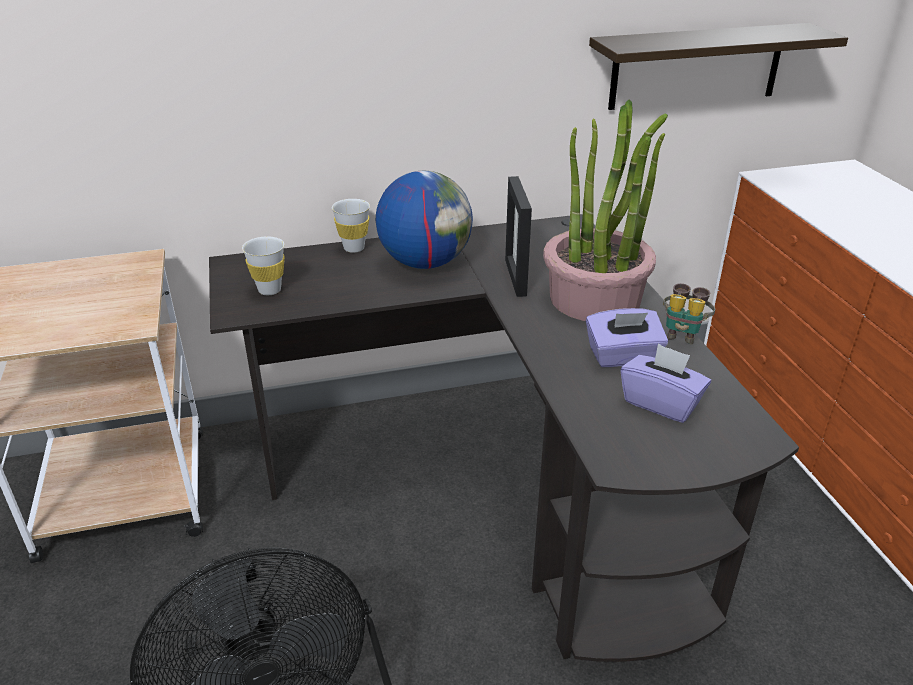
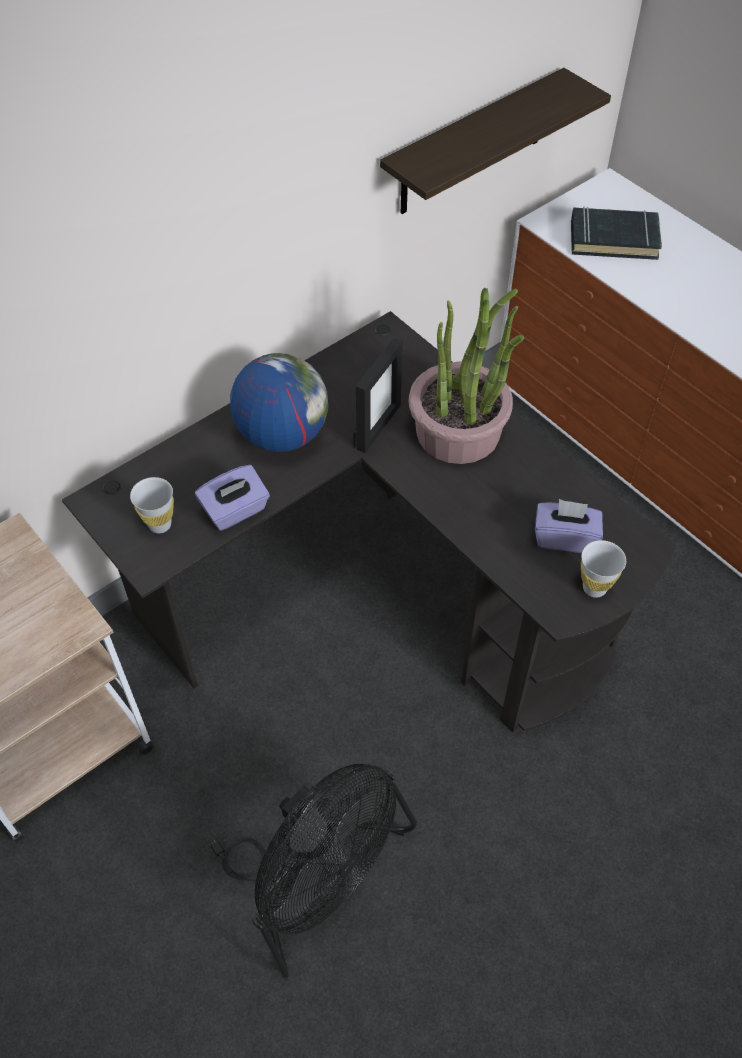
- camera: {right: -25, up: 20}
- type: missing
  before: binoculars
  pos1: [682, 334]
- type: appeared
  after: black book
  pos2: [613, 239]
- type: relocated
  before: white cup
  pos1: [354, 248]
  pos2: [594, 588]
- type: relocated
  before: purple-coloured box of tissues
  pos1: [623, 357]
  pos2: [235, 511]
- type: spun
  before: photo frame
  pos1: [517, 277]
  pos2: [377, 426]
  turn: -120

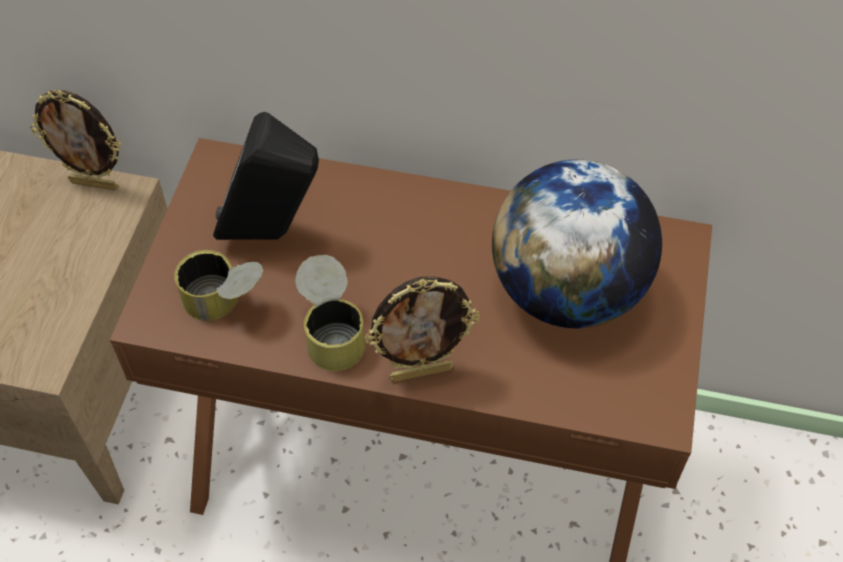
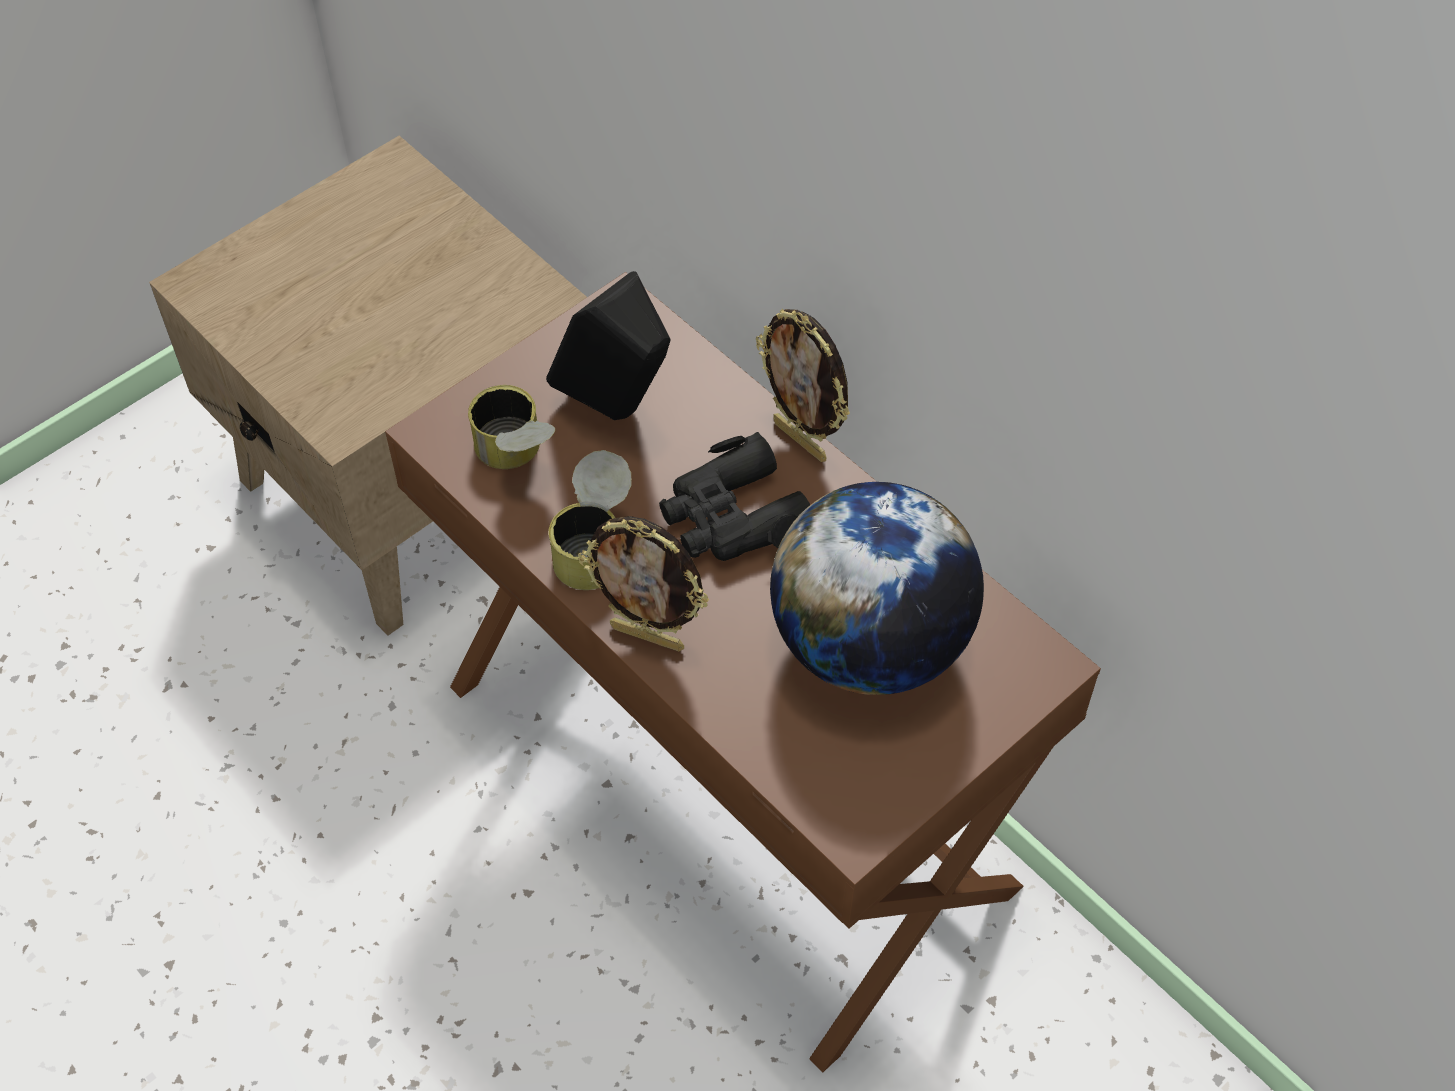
- camera: {right: 35, up: 0}
- type: appeared
  after: black binoculars
  pos2: [733, 516]
- type: relocated
  before: photo frame
  pos1: [95, 184]
  pos2: [802, 440]

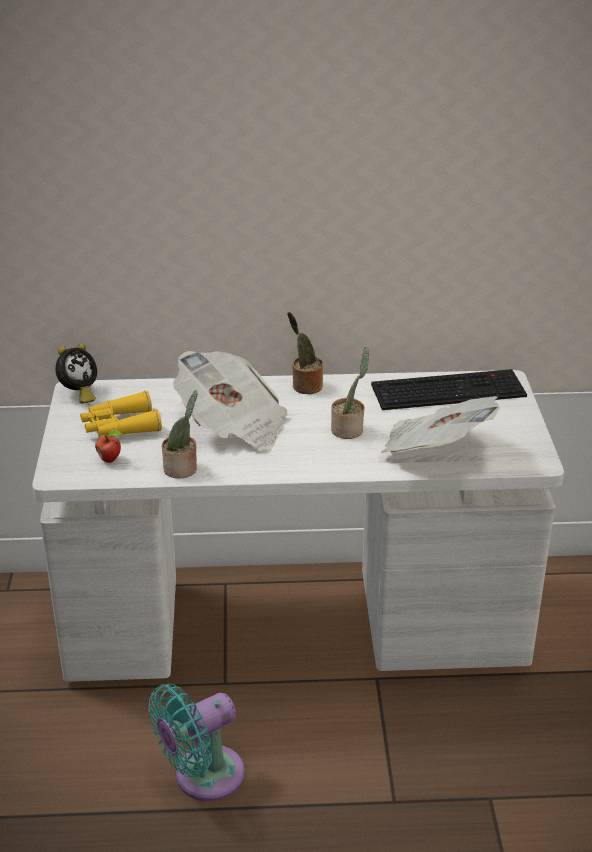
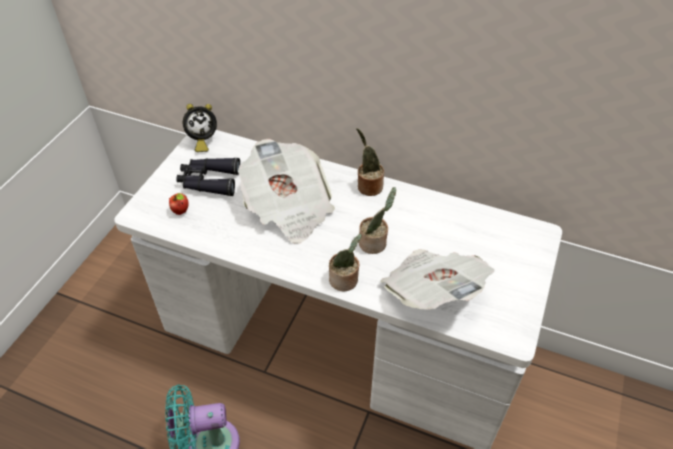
- camera: {right: 25, up: 15}
- type: missing
  before: PC keyboard
  pos1: [449, 389]
- type: relocated
  before: houseplant
  pos1: [182, 469]
  pos2: [345, 281]
- type: colour
  before: yellow binoculars
  after: black binoculars
  pos1: [120, 426]
  pos2: [209, 181]

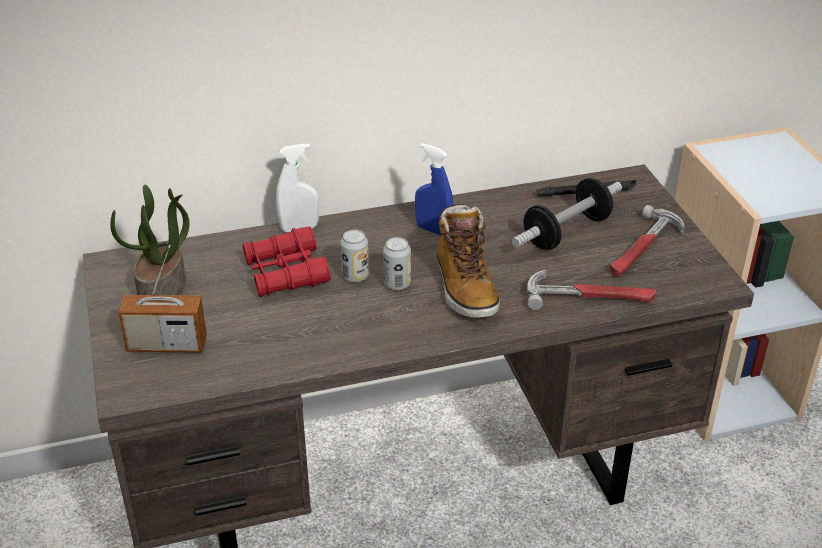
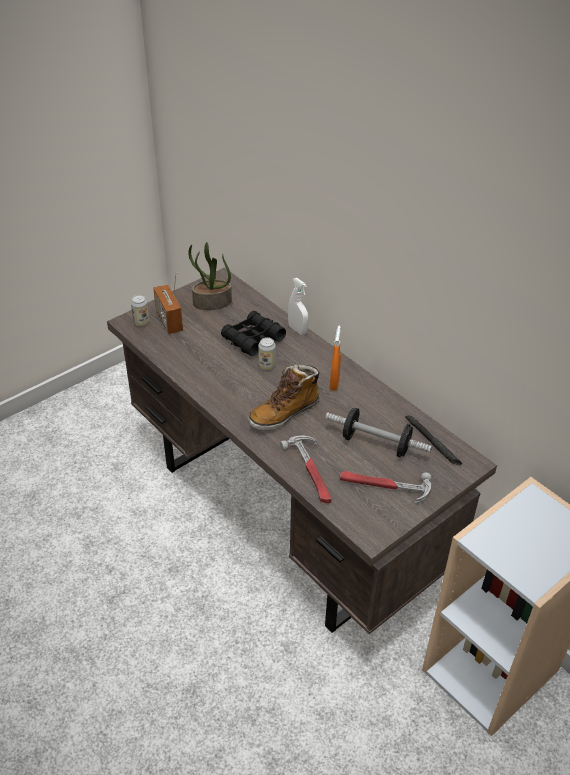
- camera: {right: 65, up: 5}
- type: relocated
  before: sealed can
  pos1: [397, 284]
  pos2: [141, 322]
- type: colour
  before: red-coloured binoculars
  after: black binoculars
  pos1: [285, 272]
  pos2: [253, 339]
- type: colour
  before: blue-coloured spray bottle
  after: orangey spray bottle
  pos1: [433, 230]
  pos2: [334, 383]

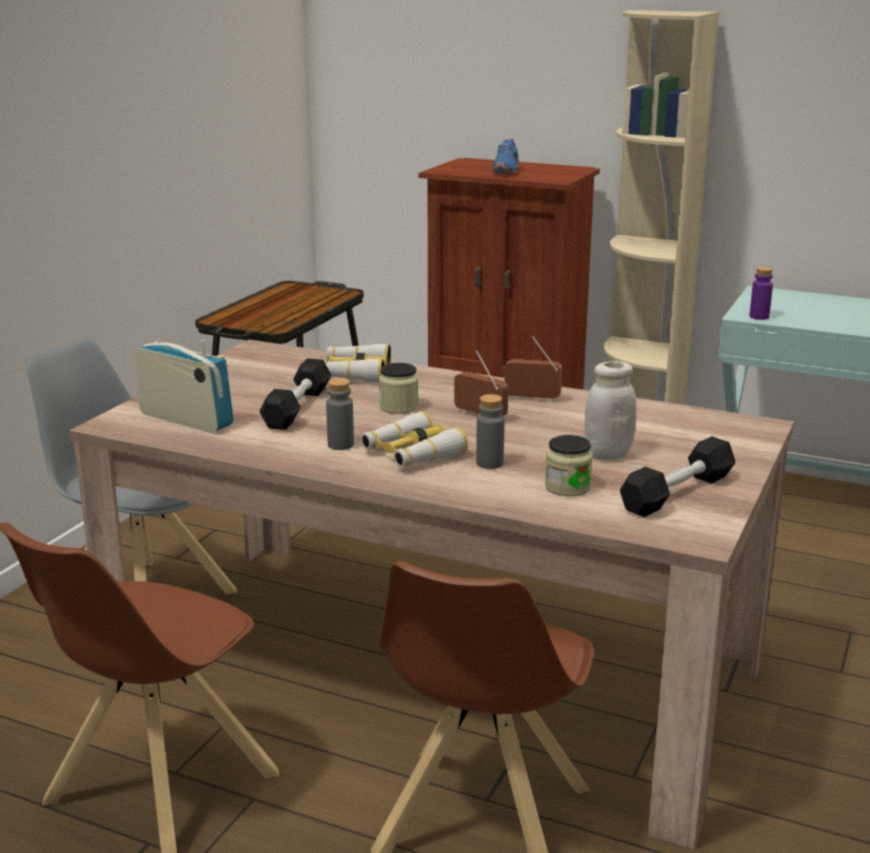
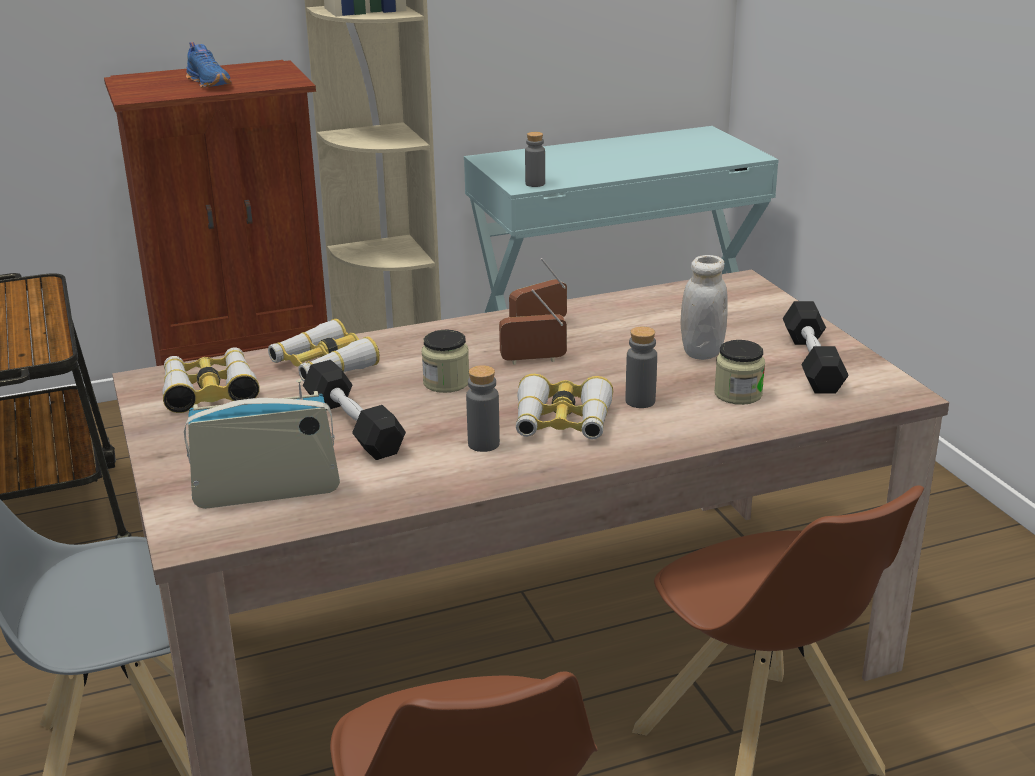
- camera: {right: -45, up: 5}
- type: appeared
  after: binoculars
  pos2: [209, 390]
- type: colour
  before: purple-coloured bottle
  after: grey bottle
  pos1: [759, 317]
  pos2: [535, 184]

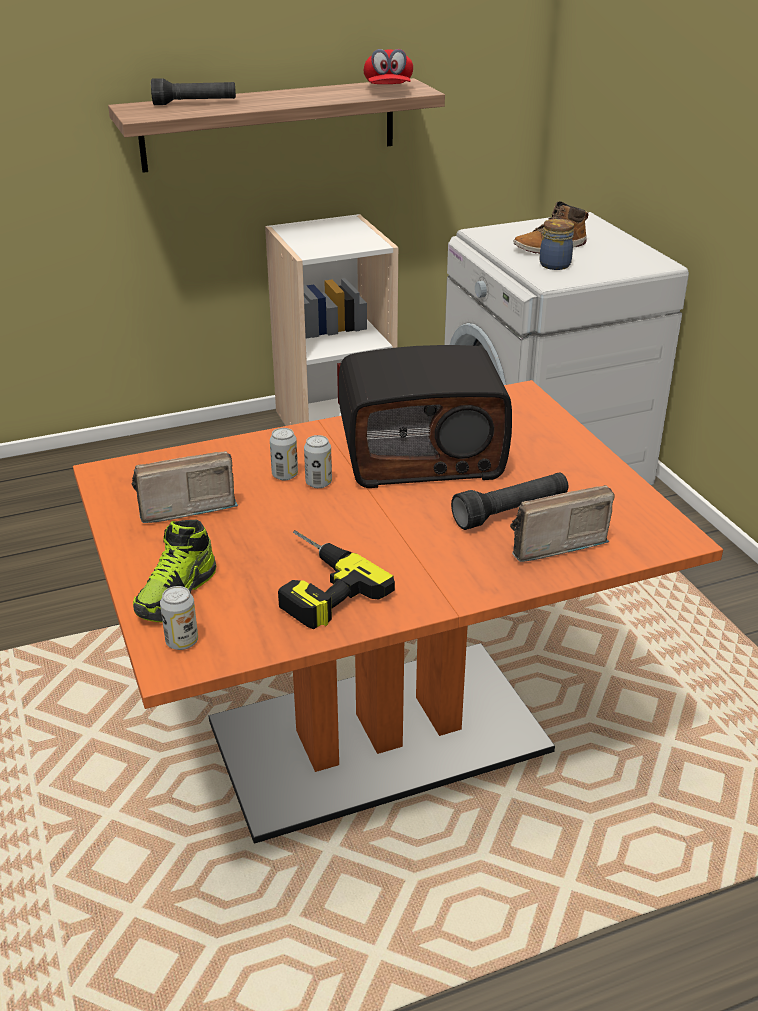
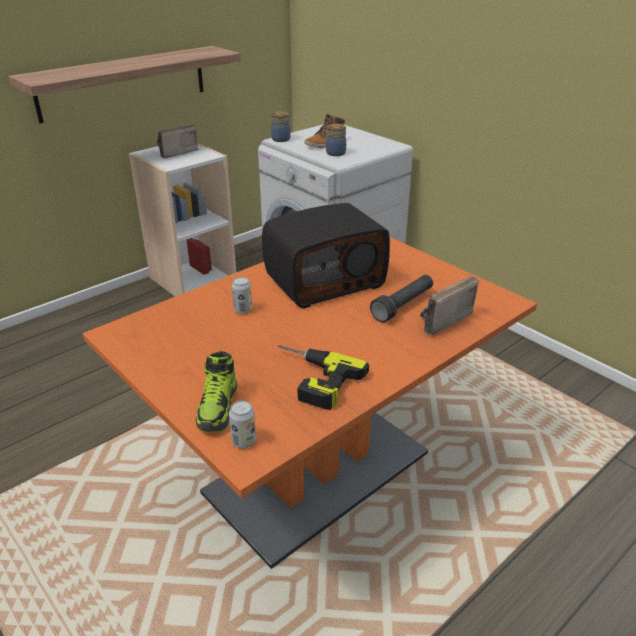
- camera: {right: -20, up: 0}
- type: missing
  before: black flashlight
  pos1: [195, 104]
- type: missing
  before: sealed can
  pos1: [318, 483]
- type: missing
  before: red-coloured cap
  pos1: [388, 90]
- type: appeared
  after: storage jar
  pos2: [281, 139]
- type: relocated
  before: radio set
  pos1: [183, 506]
  pos2: [175, 153]

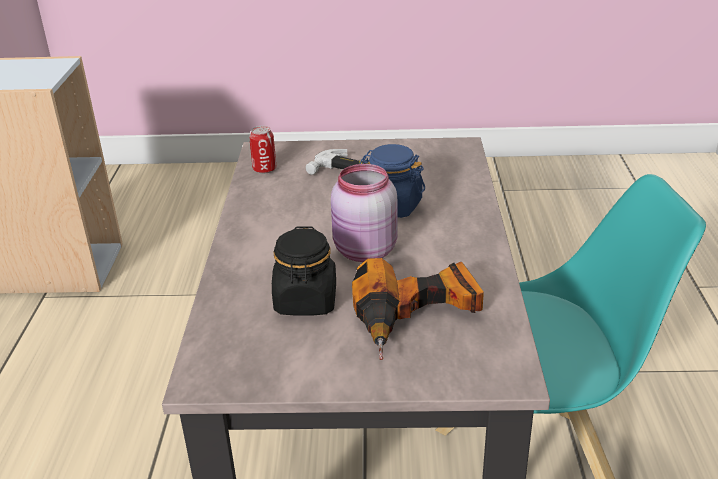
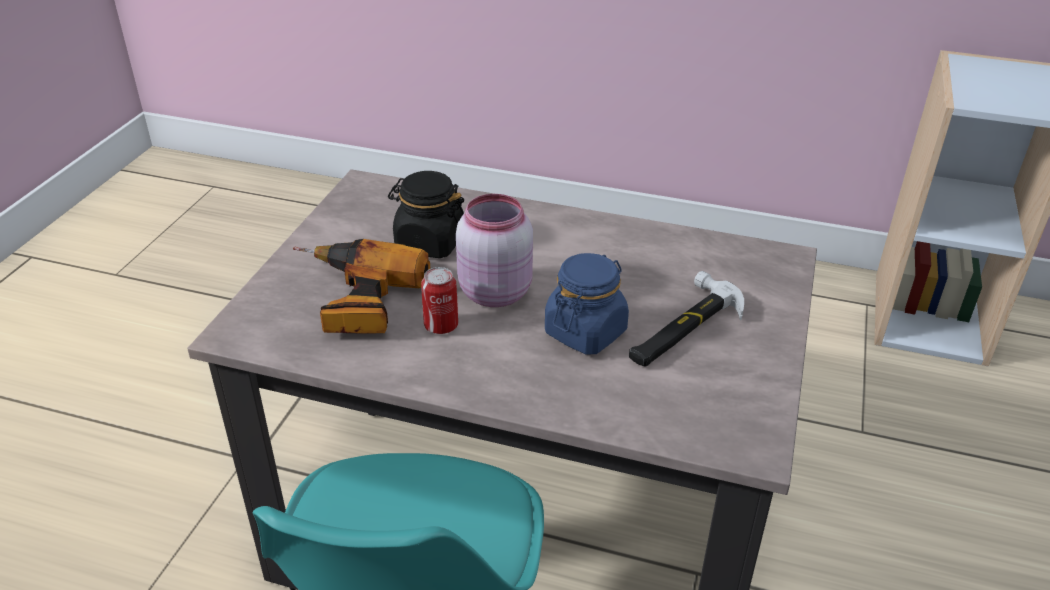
- camera: {right: 105, up: 5}
- type: relocated
  before: sealed can
  pos1: [264, 169]
  pos2: [441, 326]

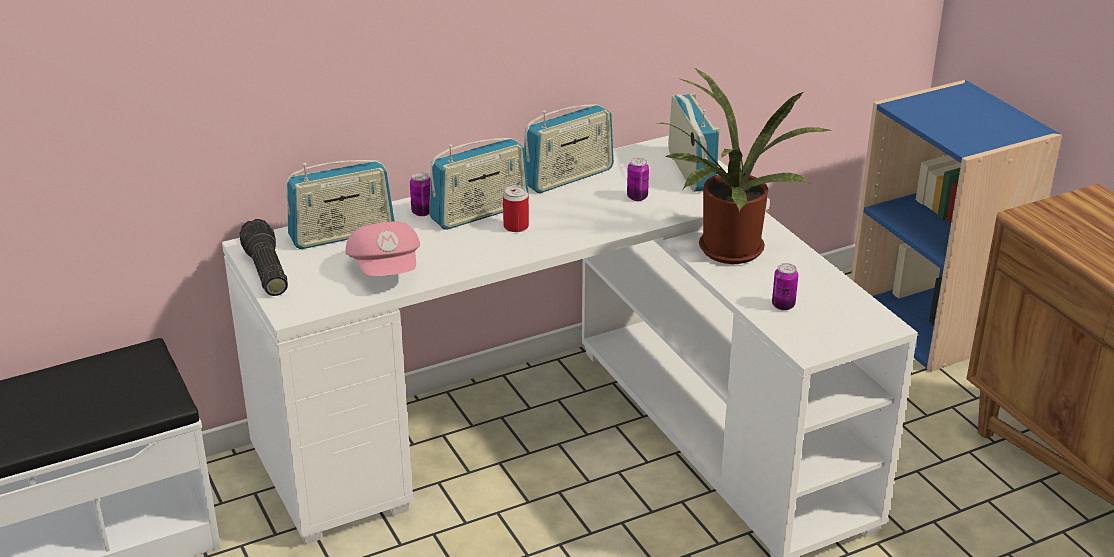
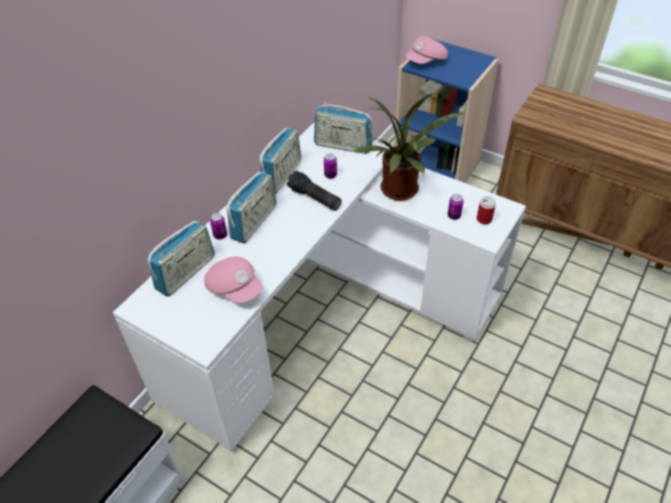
- camera: {right: -30, up: 15}
- type: appeared
  after: pink-coloured cap
  pos2: [426, 61]
- type: relocated
  before: flashlight
  pos1: [264, 271]
  pos2: [313, 198]
- type: relocated
  before: sealed can
  pos1: [516, 227]
  pos2: [484, 219]
- type: spun
  before: radio set
  pos1: [691, 170]
  pos2: [343, 145]
  turn: 150

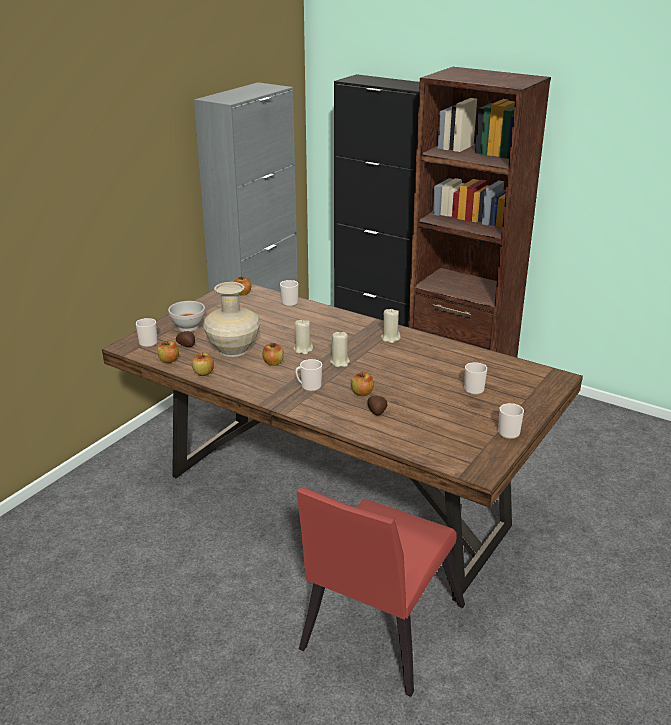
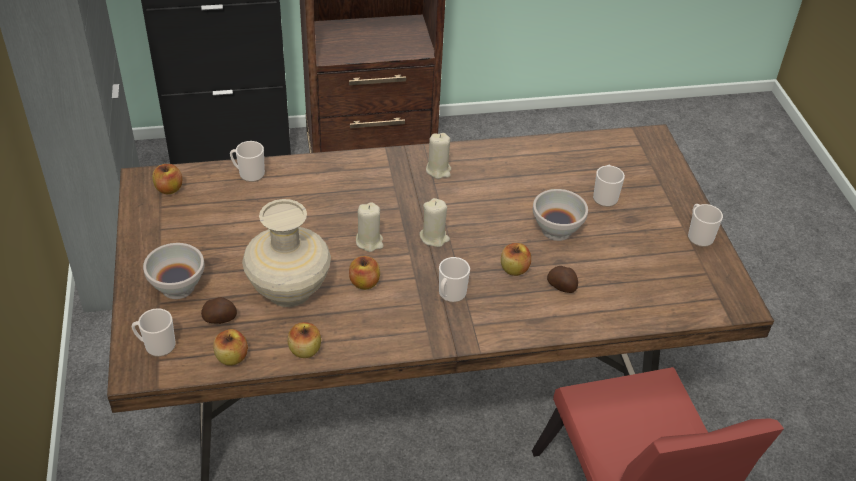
- camera: {right: -45, up: 15}
- type: appeared
  after: white deep dish
  pos2: [557, 230]

